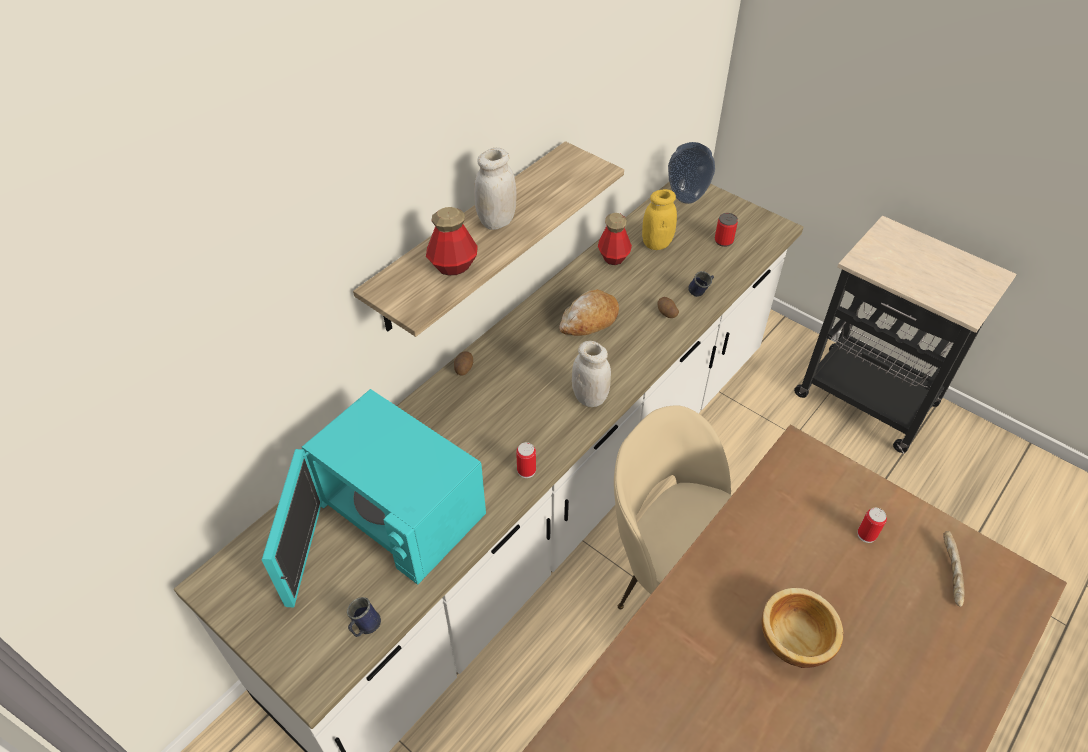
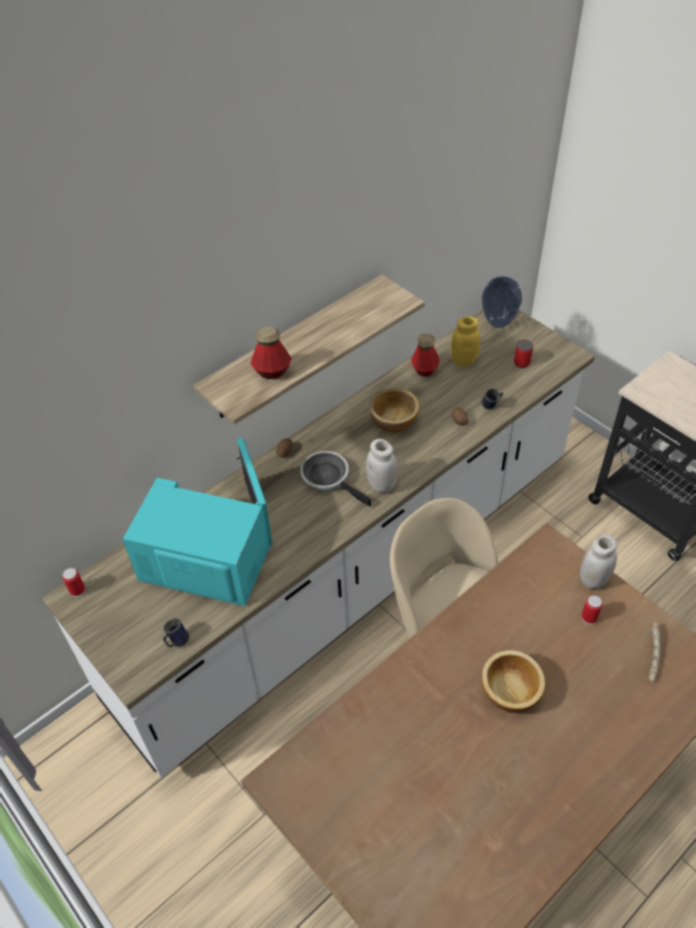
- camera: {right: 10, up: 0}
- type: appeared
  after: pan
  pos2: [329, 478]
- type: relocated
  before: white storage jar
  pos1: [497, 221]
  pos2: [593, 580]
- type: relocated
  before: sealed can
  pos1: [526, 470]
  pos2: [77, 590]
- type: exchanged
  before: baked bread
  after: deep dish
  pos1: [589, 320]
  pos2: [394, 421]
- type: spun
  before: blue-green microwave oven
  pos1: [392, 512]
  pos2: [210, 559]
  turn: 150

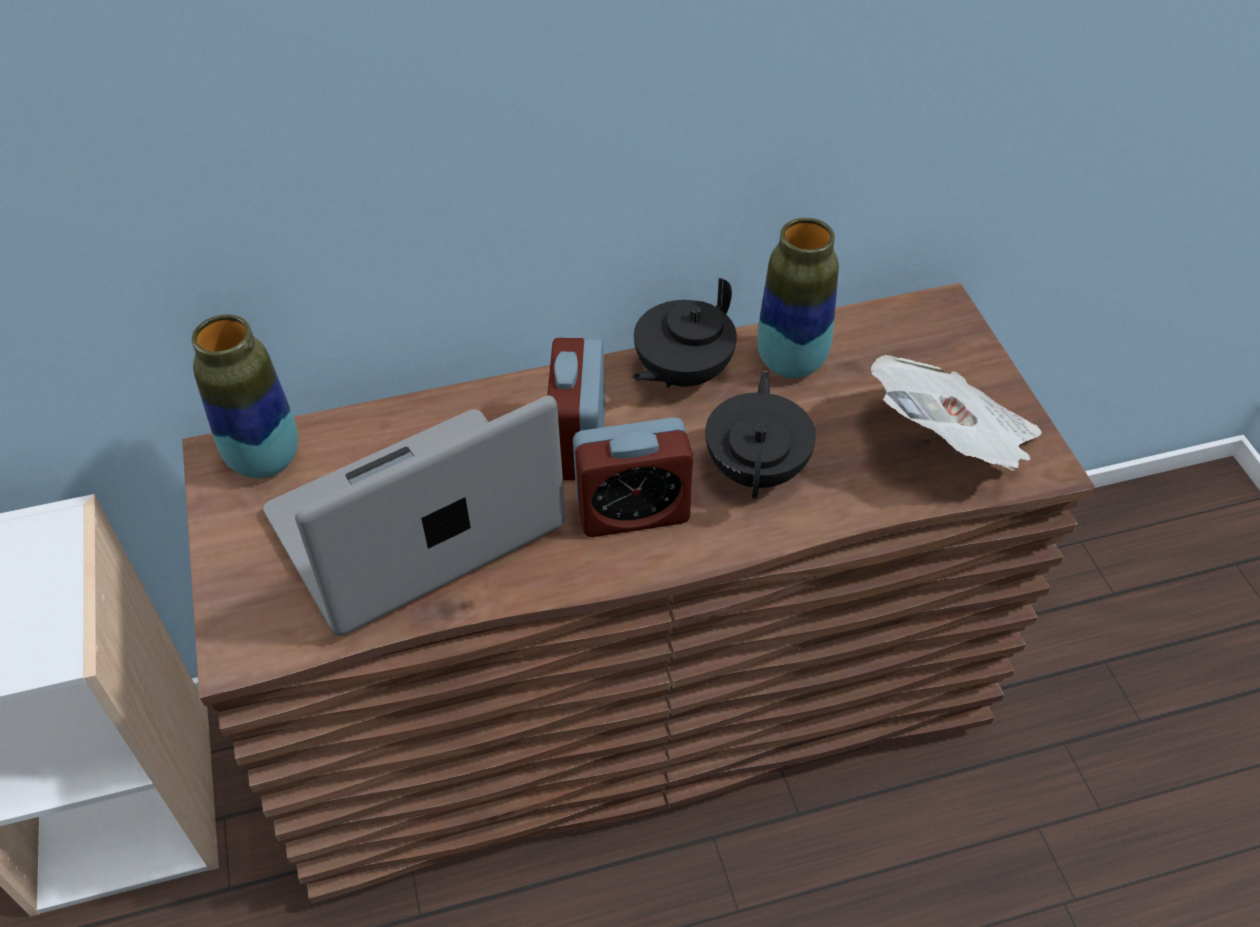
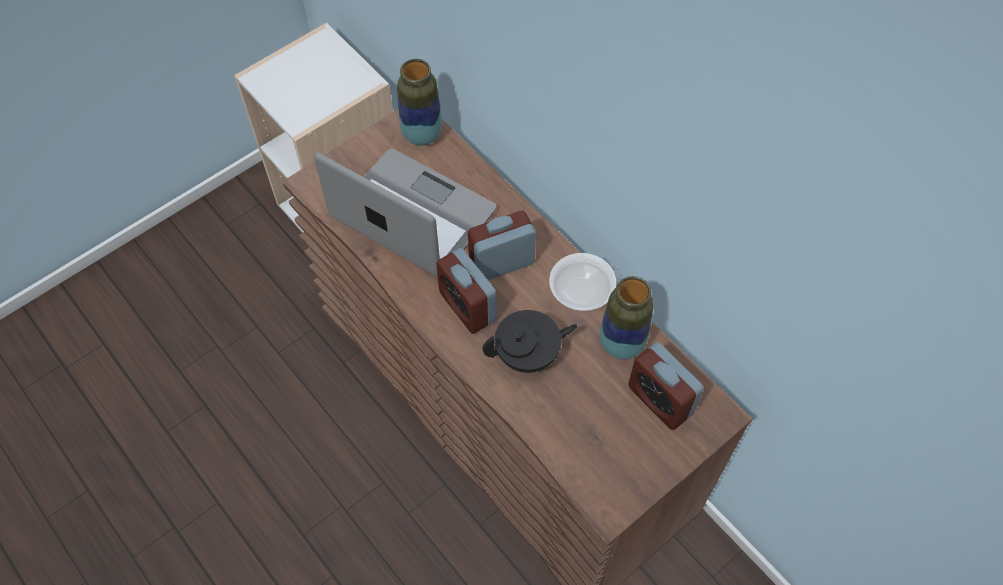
- camera: {right: 65, up: 10}
- type: missing
  before: newspaper
  pos1: [952, 443]
- type: appeared
  after: table clock
  pos2: [660, 400]
- type: exchanged
  before: black teapot
  after: deep dish
  pos1: [681, 373]
  pos2: [581, 291]

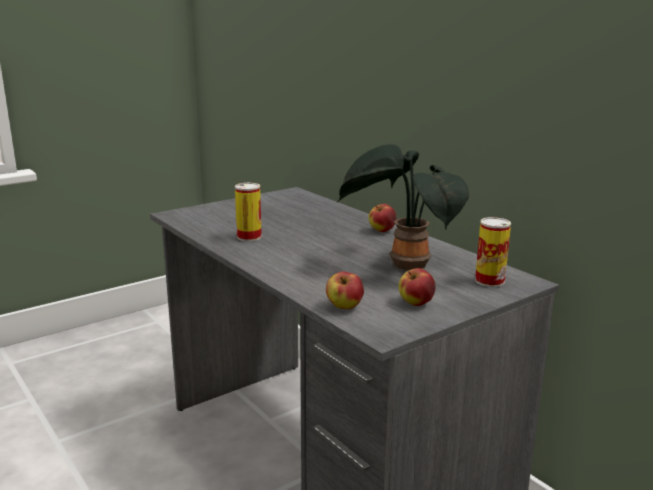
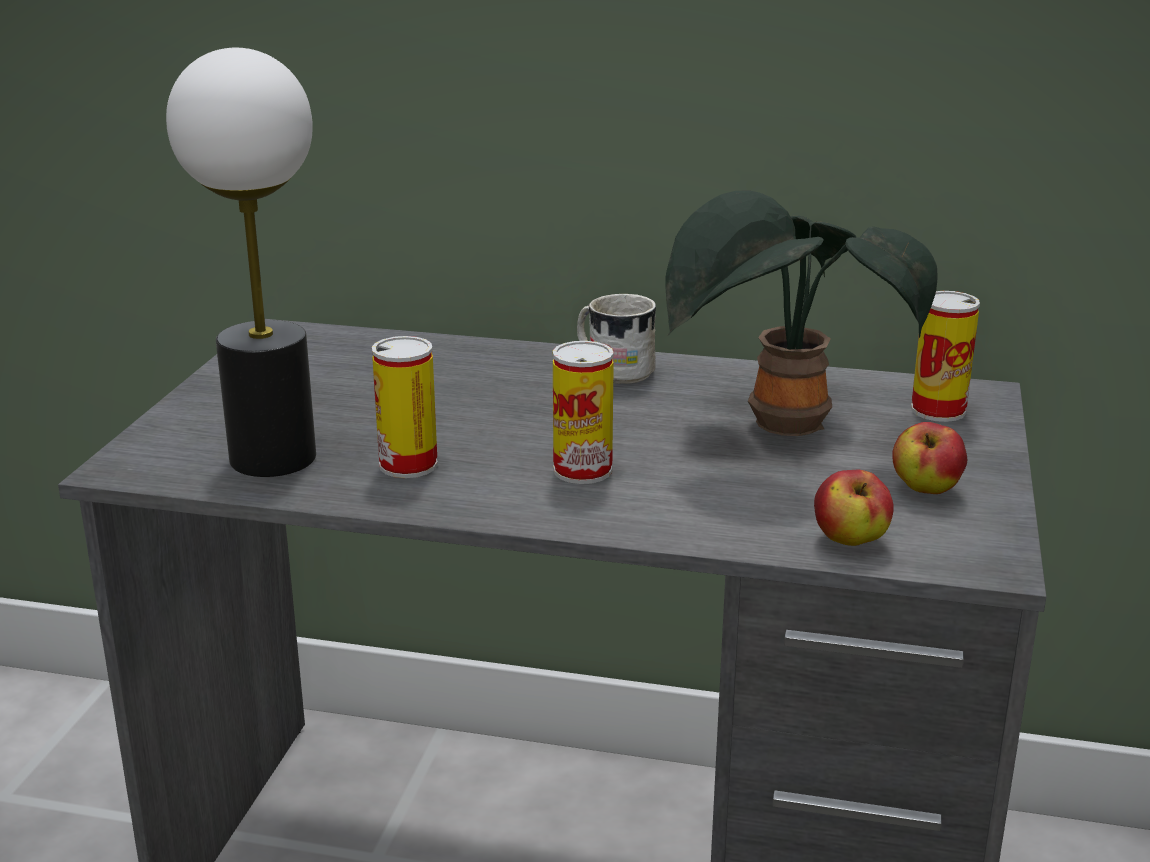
- camera: {right: -40, up: 5}
- type: appeared
  after: table lamp
  pos2: [274, 458]
- type: appeared
  after: sealed can
  pos2: [582, 470]
- type: exchanged
  before: apple
  after: white mug
  pos1: [382, 231]
  pos2: [613, 370]

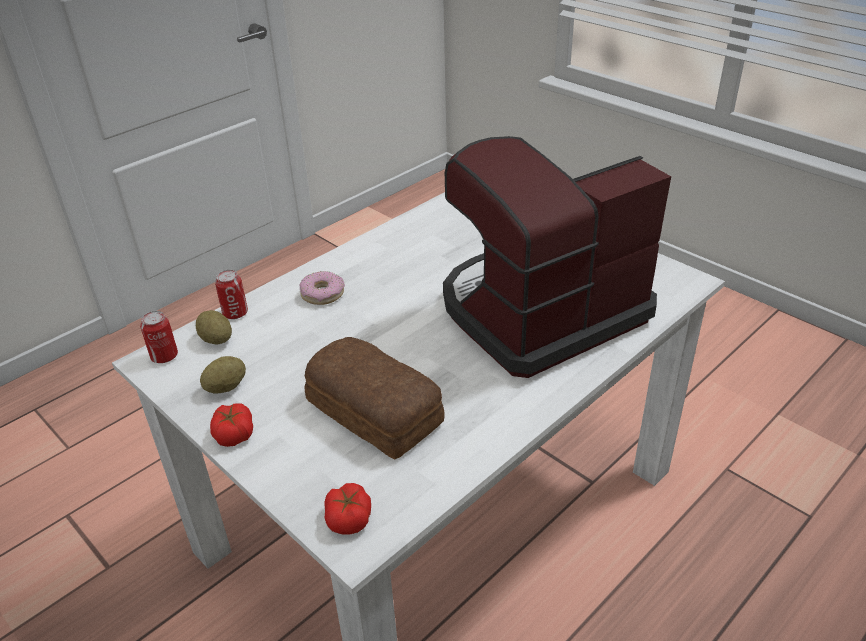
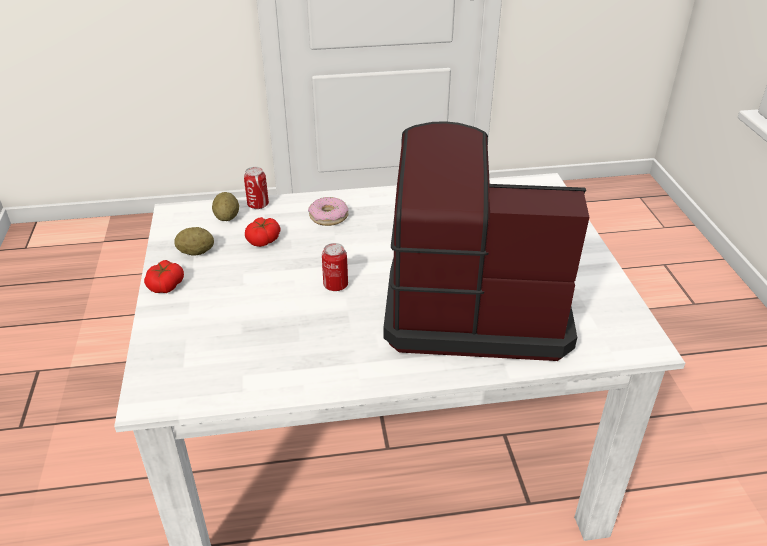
- camera: {right: 35, up: 0}
- type: missing
  before: baked bread
  pos1: [374, 409]
- type: relocated
  before: sealed can
  pos1: [164, 356]
  pos2: [335, 285]
- type: relocated
  before: fresh tomato
  pos1: [349, 518]
  pos2: [263, 240]

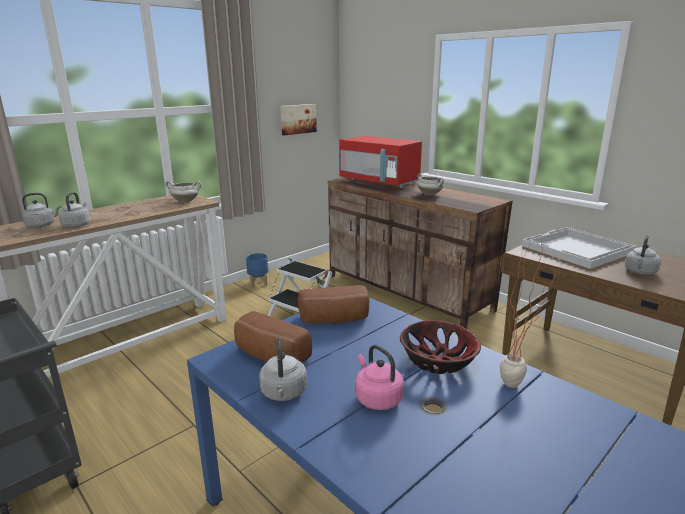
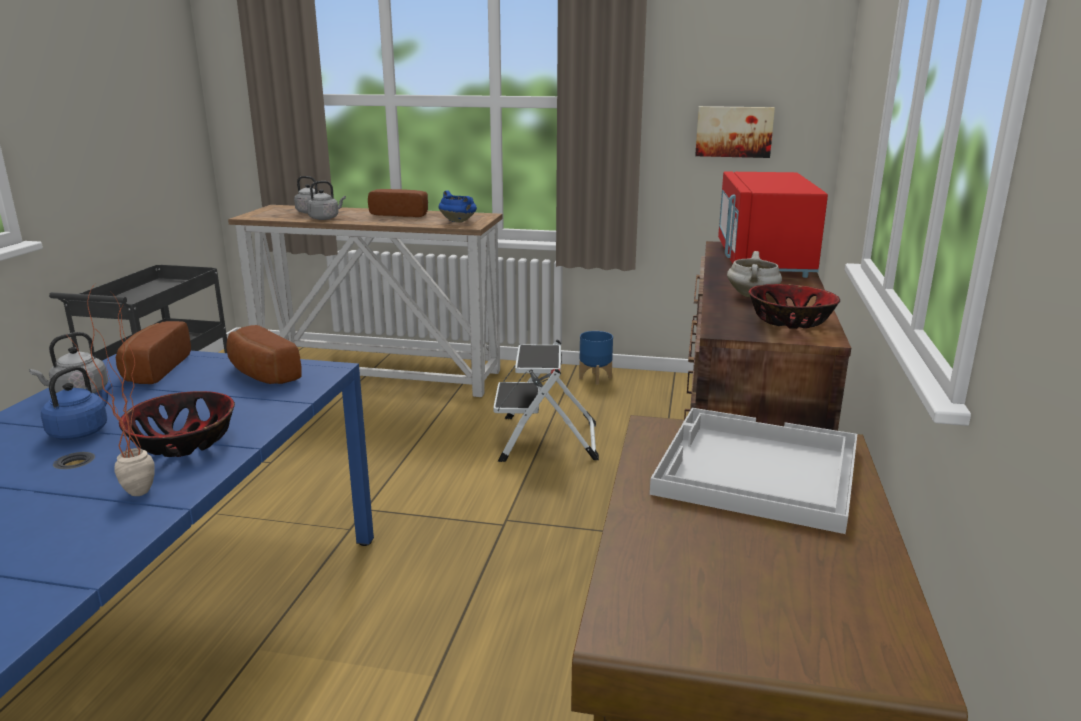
- camera: {right: 55, up: 0}
- type: missing
  before: grey kettle
  pos1: [640, 272]
- type: appeared
  after: baked bread
  pos2: [401, 214]
- type: appeared
  after: deep dish
  pos2: [790, 321]
- type: colour
  before: white stockpot
  after: blue-coloured stockpot
  pos1: [186, 201]
  pos2: [459, 221]
- type: colour
  before: pink-coloured kettle
  after: blue-coloured kettle
  pos1: [377, 398]
  pos2: [81, 431]

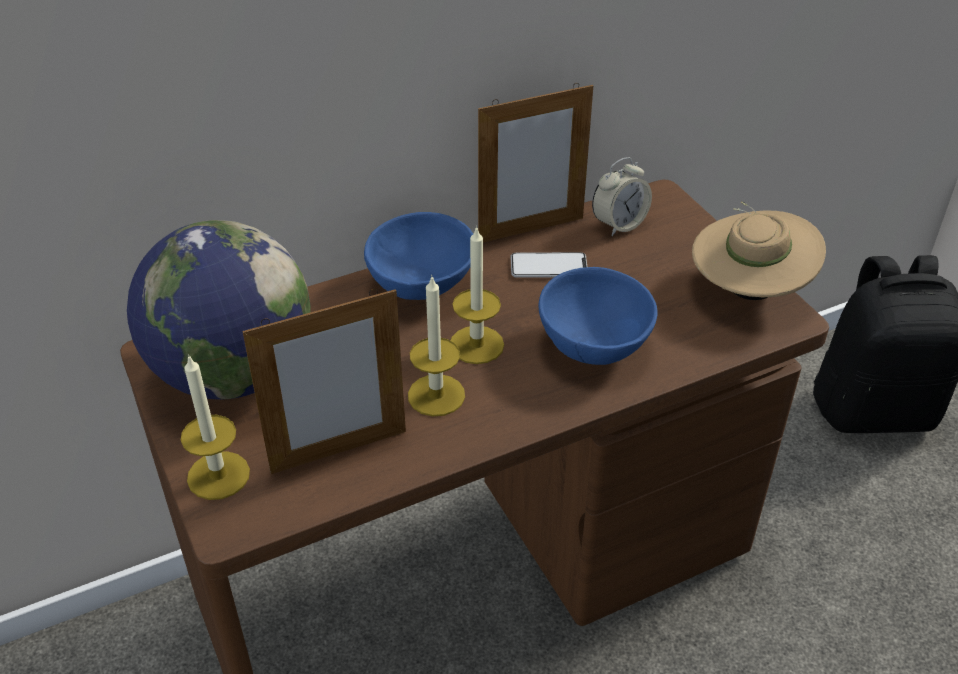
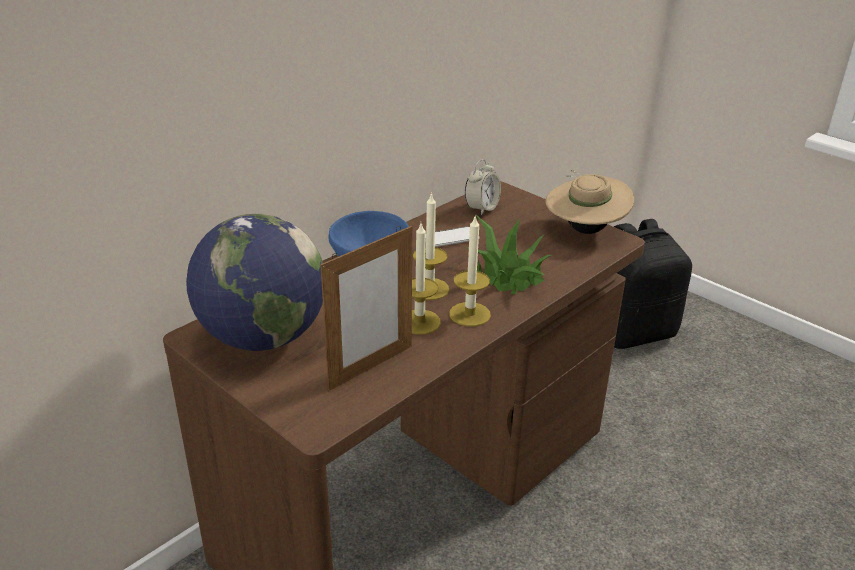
- camera: {right: -20, up: -10}
- type: missing
  before: photo frame
  pos1: [531, 230]
- type: relocated
  before: wax light
  pos1: [218, 475]
  pos2: [469, 314]
- type: exchanged
  before: blue-coloured deep dish
  after: houseplant
  pos1: [595, 345]
  pos2: [508, 275]

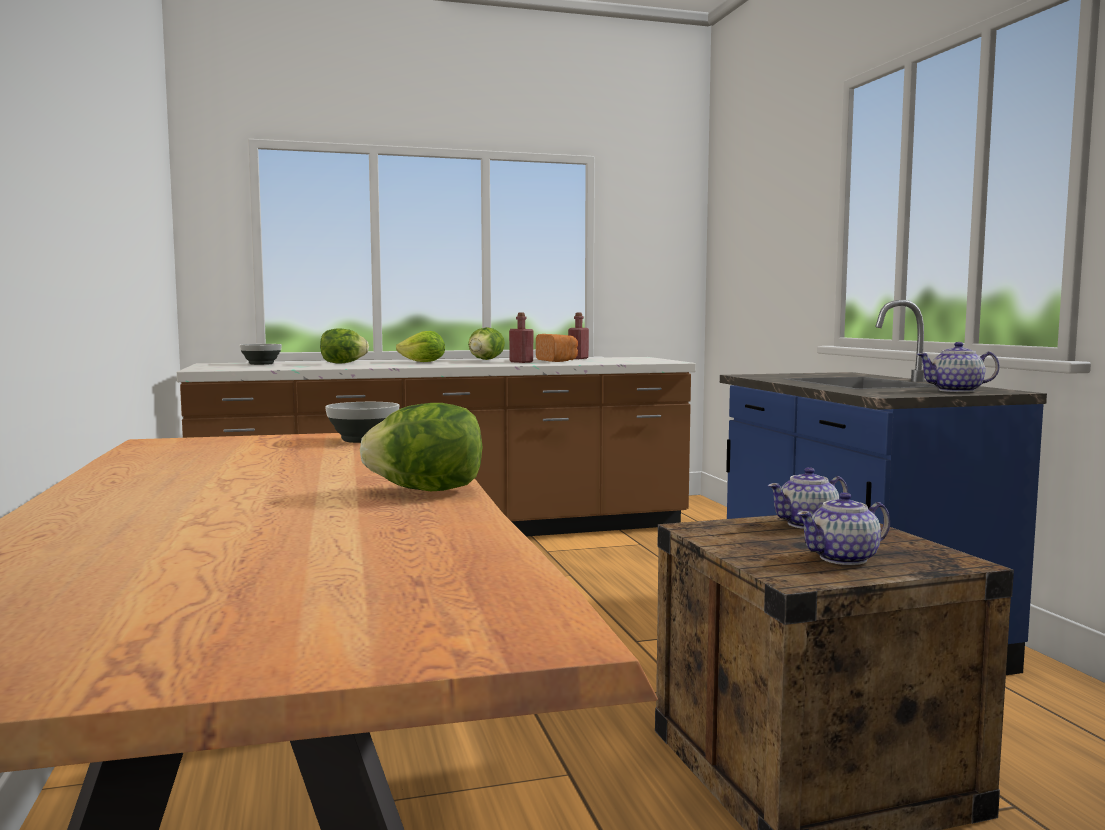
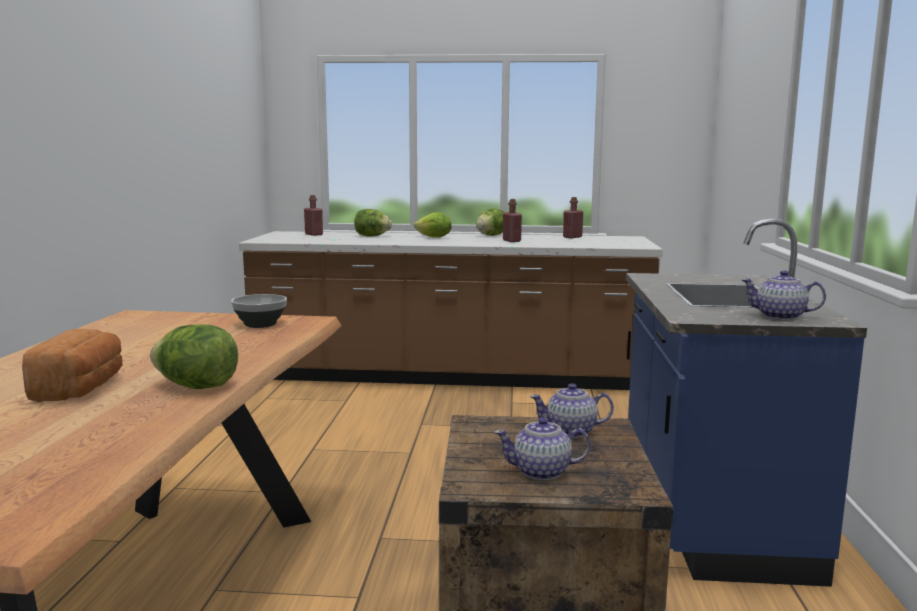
- camera: {right: 20, up: 5}
- type: relocated
  before: baked bread
  pos1: [557, 360]
  pos2: [81, 388]
- type: exchanged
  before: deep dish
  after: red-coloured bottle
  pos1: [261, 364]
  pos2: [314, 234]

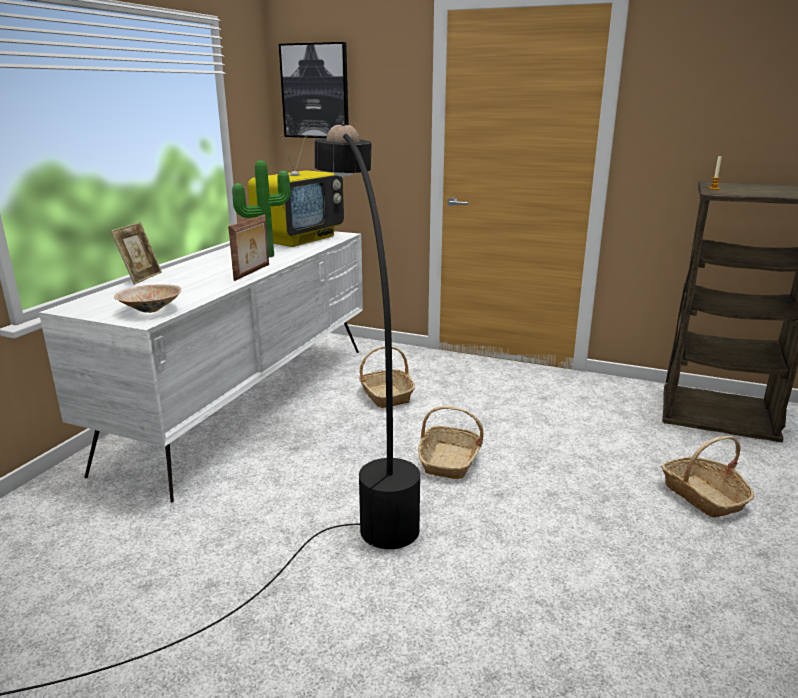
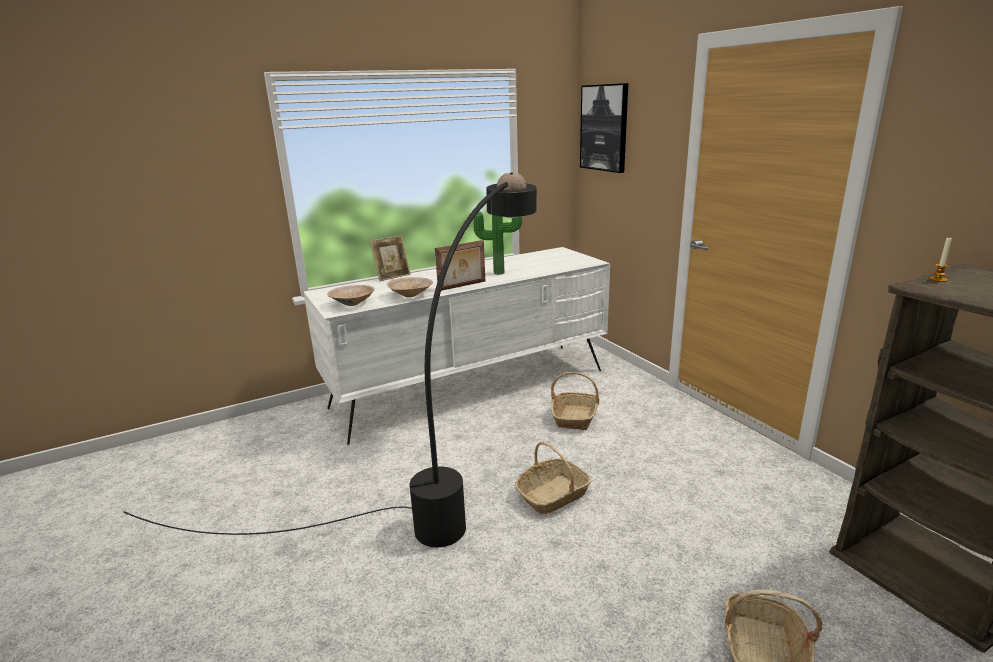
- camera: {right: 40, up: 0}
- type: missing
  before: TV set
  pos1: [299, 239]
- type: appeared
  after: beige-coloured deep dish
  pos2: [411, 295]

